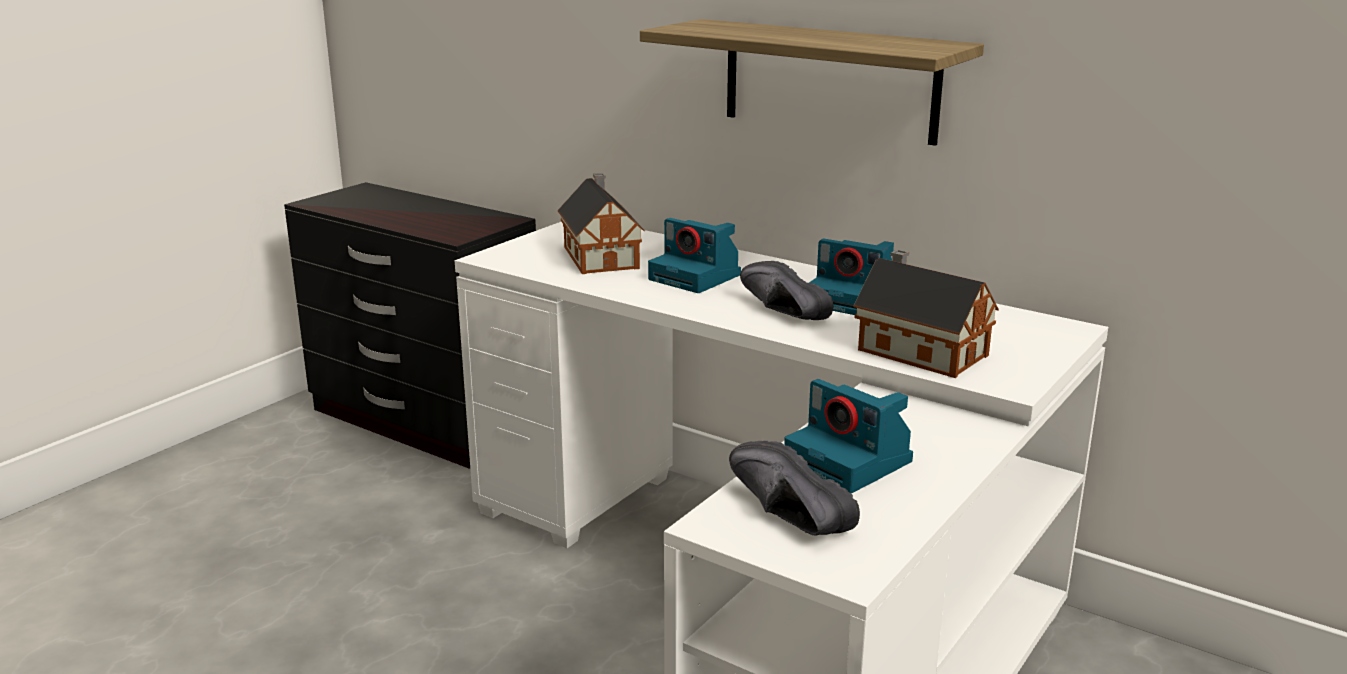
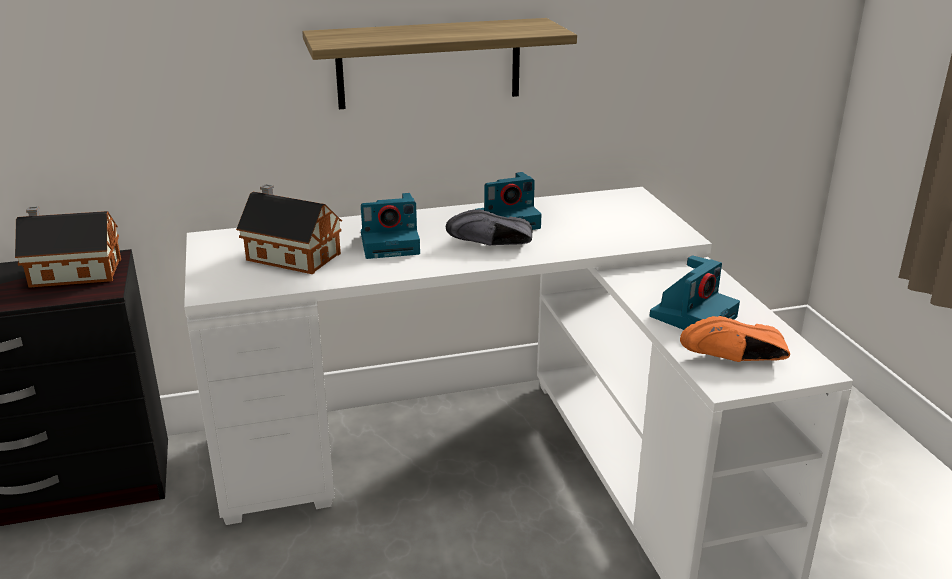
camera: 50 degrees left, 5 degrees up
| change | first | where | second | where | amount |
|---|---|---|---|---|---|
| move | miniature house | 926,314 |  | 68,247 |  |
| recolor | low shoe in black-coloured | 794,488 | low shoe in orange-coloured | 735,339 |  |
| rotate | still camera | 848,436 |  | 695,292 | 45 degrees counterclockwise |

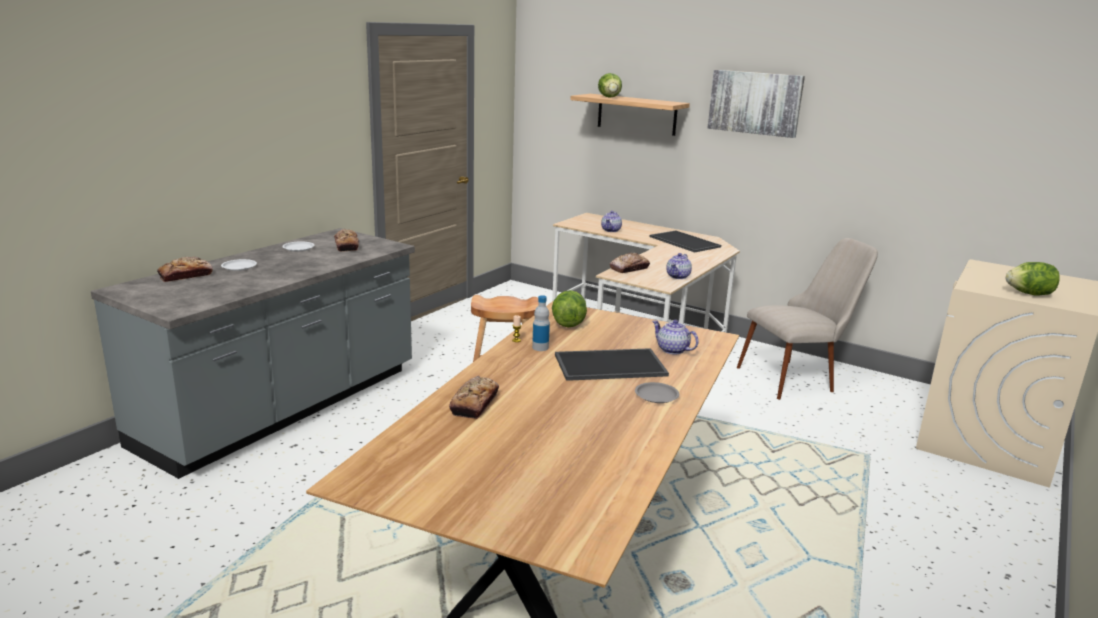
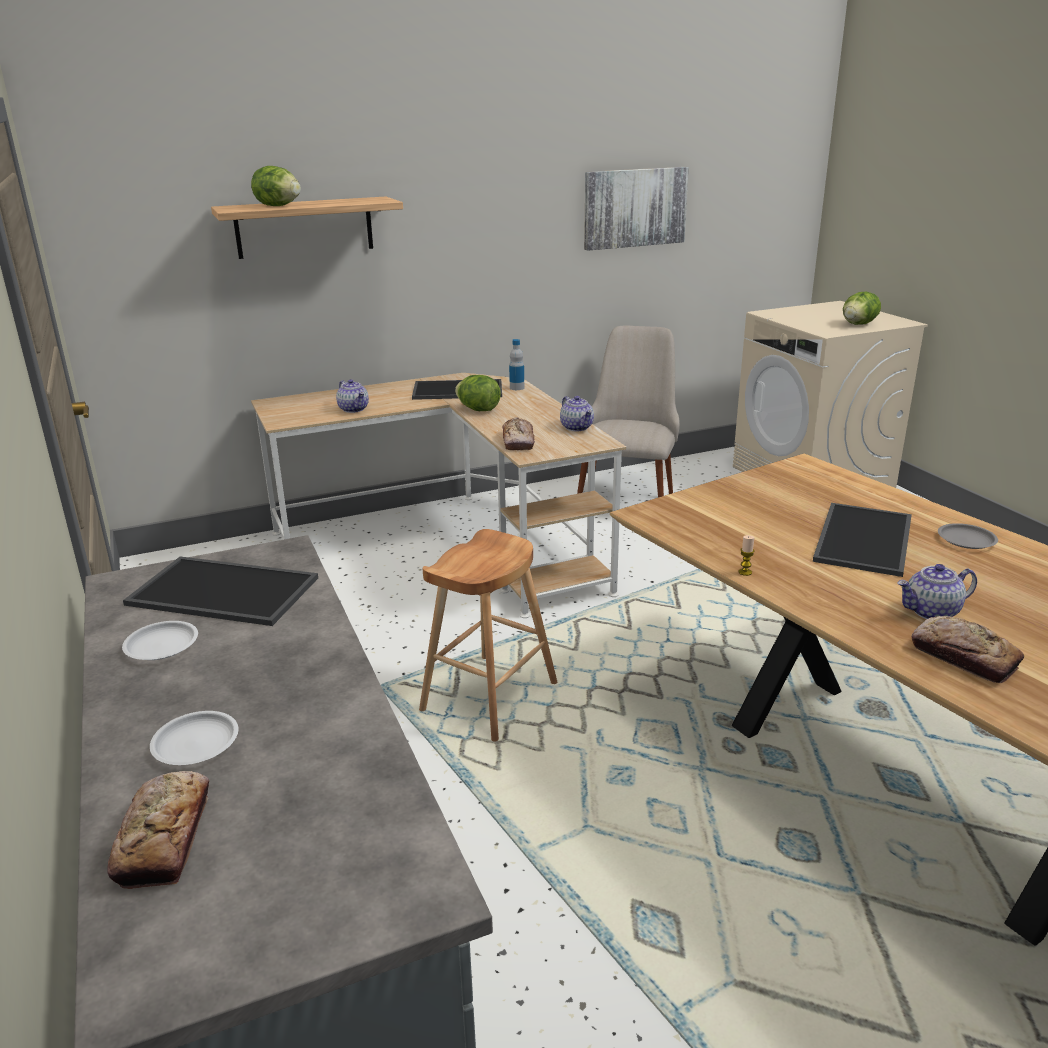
camera: 55 degrees left, 5 degrees up
| change | first | where | second | where | amount |
|---|---|---|---|---|---|
| move | beverage bottle | 541,323 |  | 516,364 |  |
| move | lettuce | 569,308 |  | 478,393 |  |
| move | teapot | 675,337 |  | 937,591 |  |
| move | picture | 756,104 |  | 636,209 |  |
| replace | baked bread | 346,240 | carrying tray | 220,591 |  |

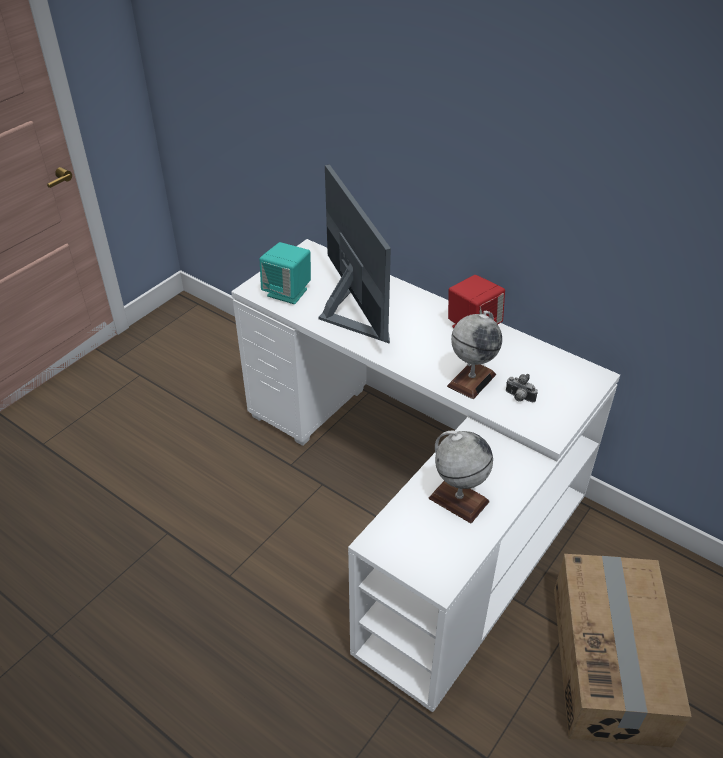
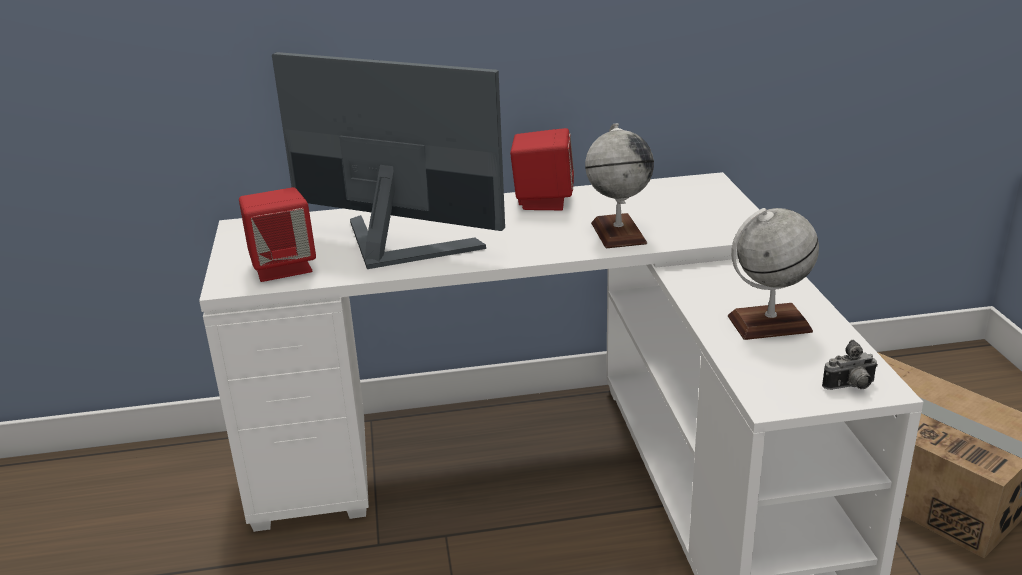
camera: 45 degrees left, 15 degrees down
| change | first | where | second | where | amount |
|---|---|---|---|---|---|
| move | still camera | 522,388 |  | 850,365 |  |
| recolor | speaker in turquoise | 285,273 | speaker in reddish | 277,234 |  |

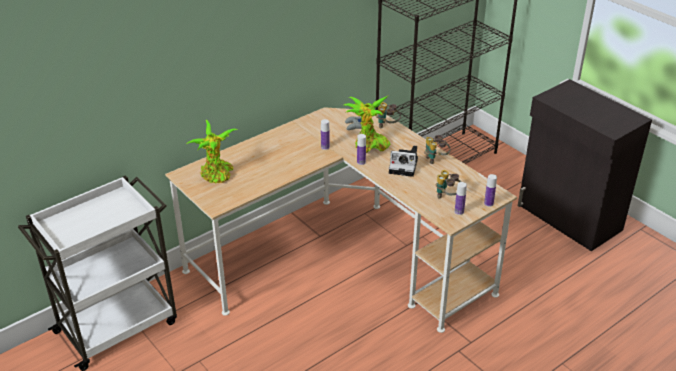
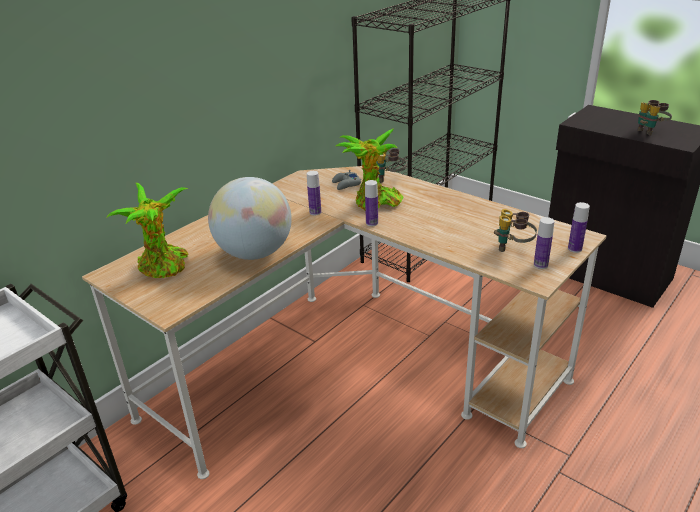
camera: 10 degrees left, 5 degrees down
| change | first | where | second | where | amount |
|---|---|---|---|---|---|
| delete | still camera | 403,161 |  |  |  |
| insert |  |  | globe | 250,218 |  |
| move | field glasses | 437,149 |  | 655,117 |  |

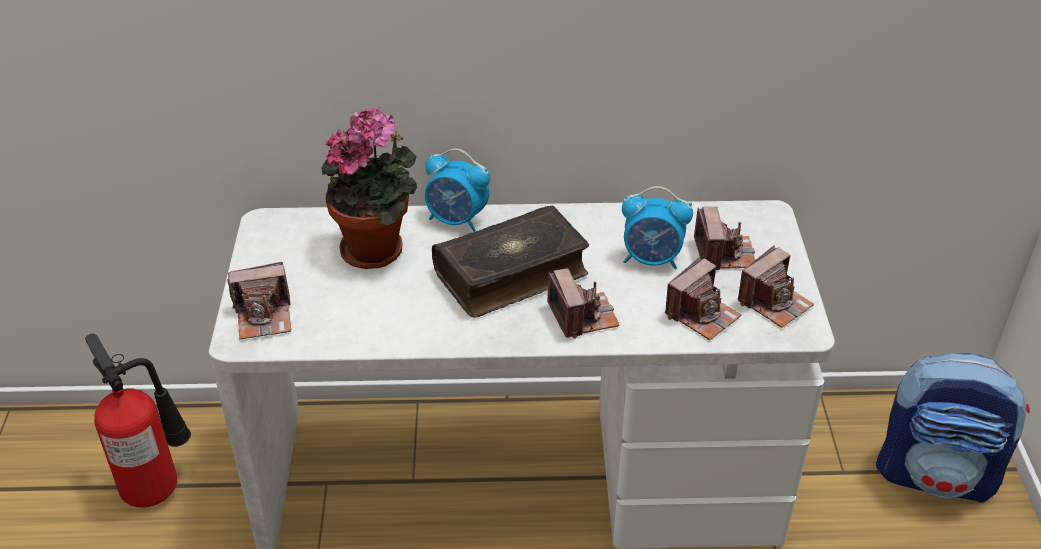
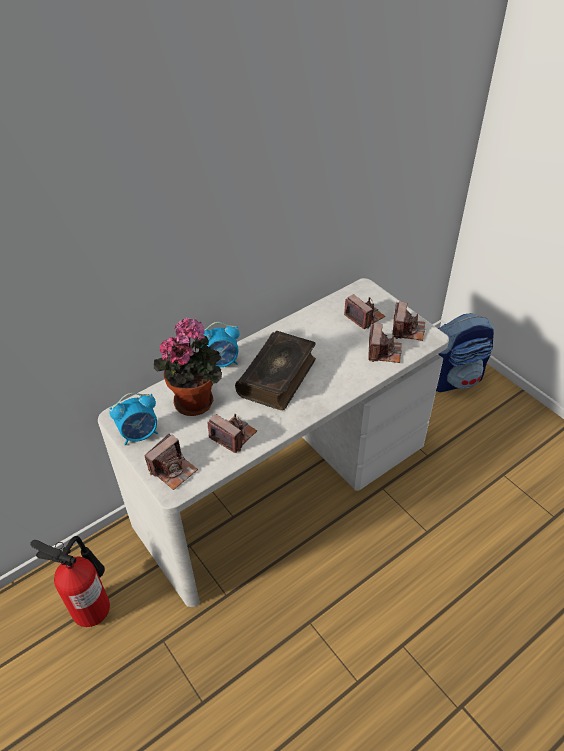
camera: 35 degrees left, 5 degrees up
| change | first | where | second | where | amount |
|---|---|---|---|---|---|
| move | still camera | 583,303 |  | 232,433 |  |
| move | bedside clock | 657,227 |  | 134,419 |  |

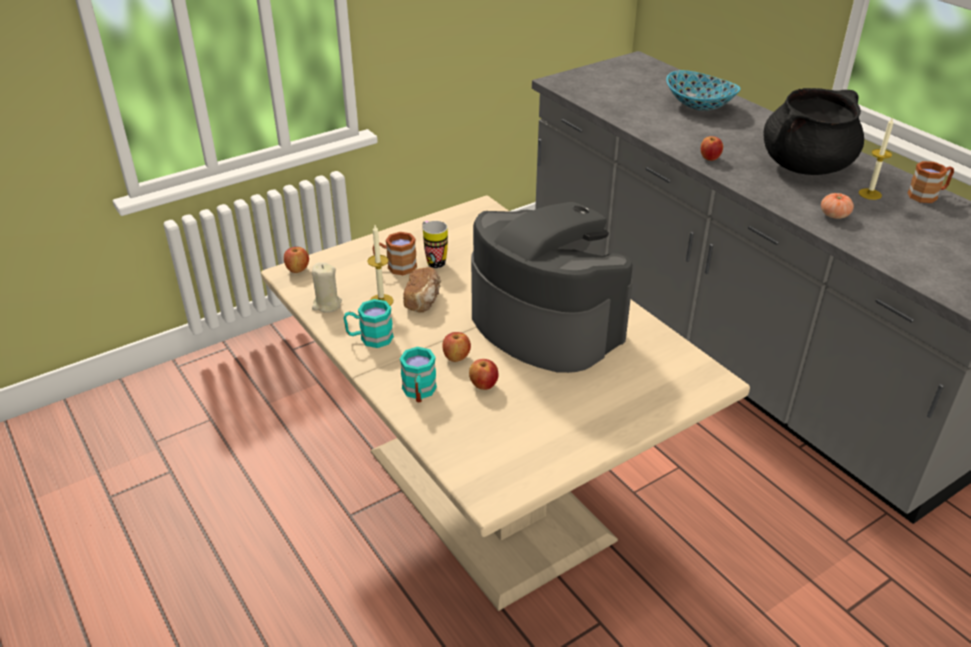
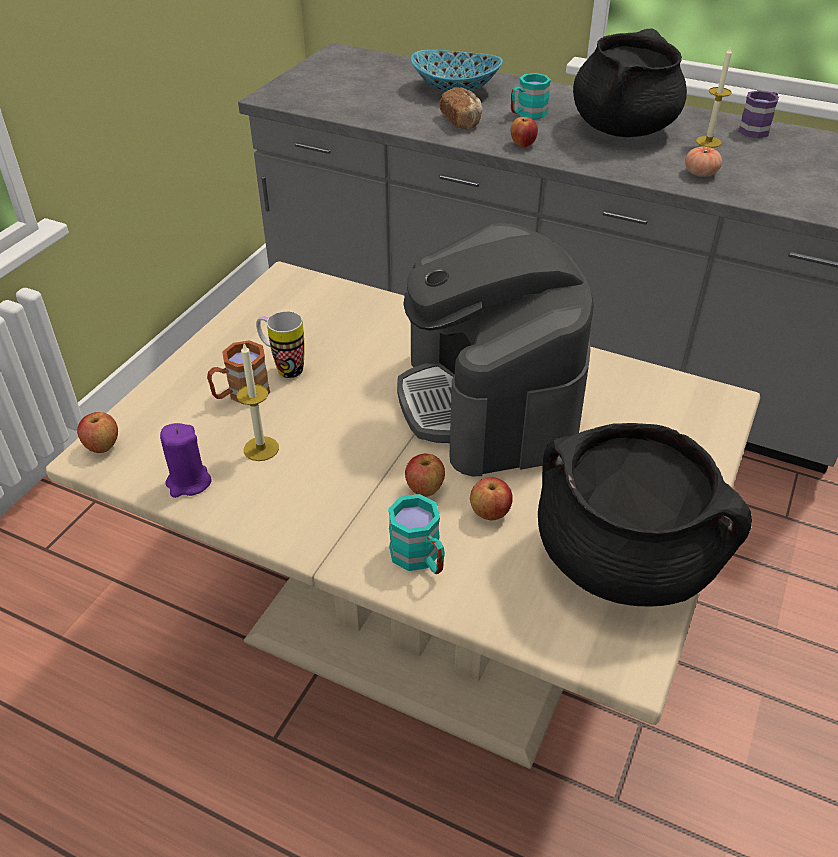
camera: 30 degrees left, 5 degrees up
| change | first | where | second | where | amount |
|---|---|---|---|---|---|
| insert |  |  | cooking pot in black-coloured | 645,515 |  |
| move | coffee mug in turquoise | 368,323 |  | 531,96 |  |
| move | baked bread | 422,290 |  | 461,108 |  |
| recolor | candle in sand-coloured | 327,287 | candle in purple-coloured | 186,460 |  |
| recolor | coffee mug in brownish | 930,182 | coffee mug in purple-coloured | 758,114 |  |
| rotate | coffee brewer | 552,287 |  | 495,349 | 120 degrees counterclockwise |

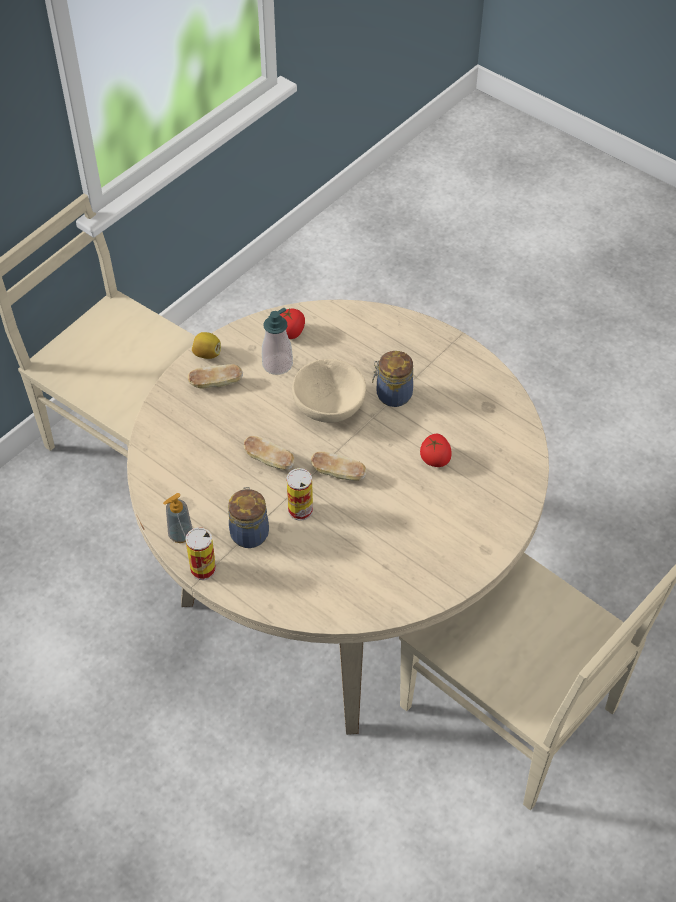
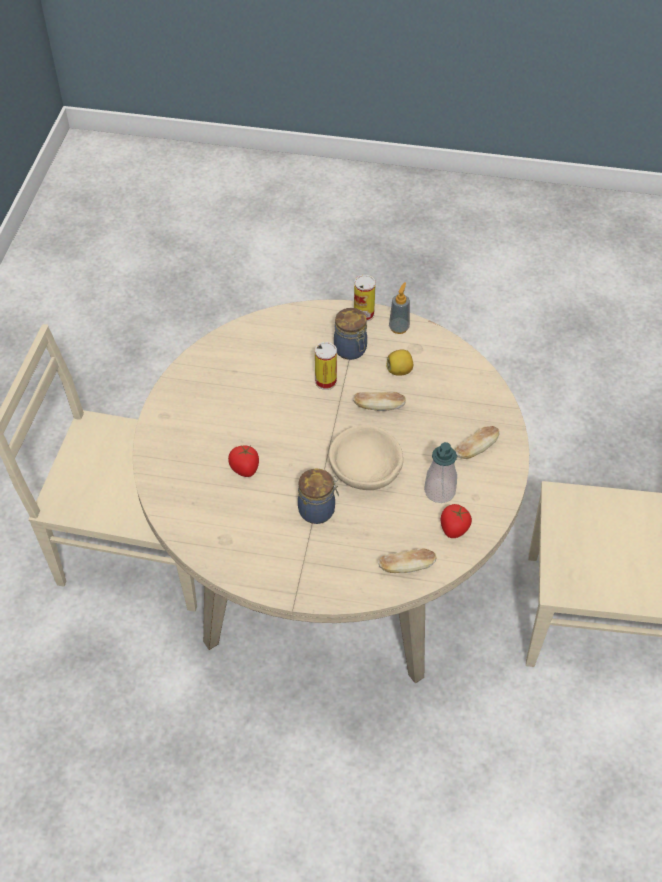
camera: 150 degrees right, 0 degrees up
| change | first | where | second | where | amount |
|---|---|---|---|---|---|
| move | lemon | 206,345 |  | 399,362 |  |
| move | baked bread | 338,466 |  | 407,561 |  |

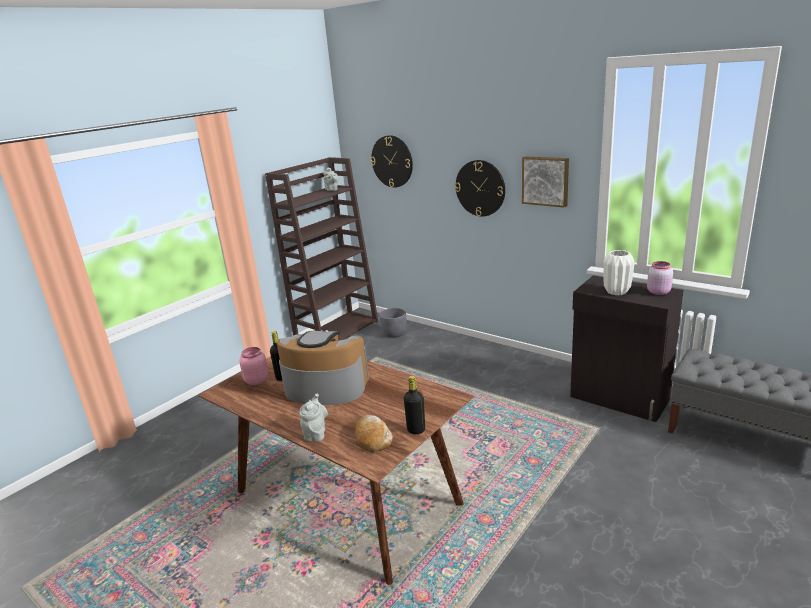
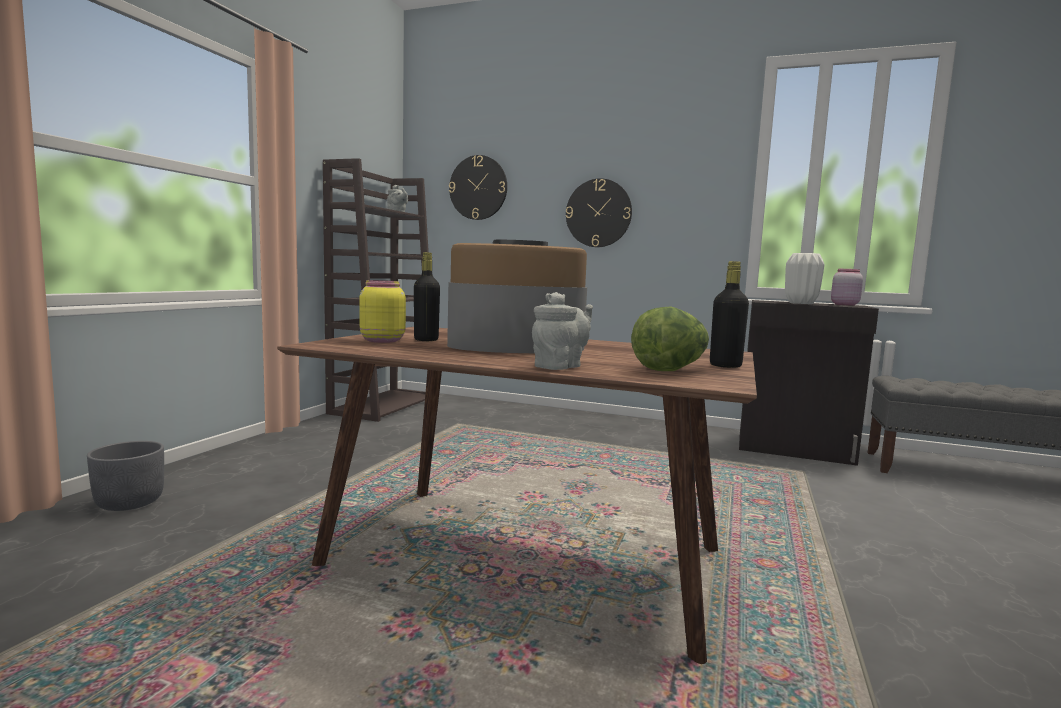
camera: 20 degrees left, 15 degrees down
| change | first | where | second | where | amount |
|---|---|---|---|---|---|
| delete | picture | 545,182 |  |  |  |
| move | flower pot in grey | 393,323 |  | 125,476 |  |
| replace | baked bread | 374,433 | lettuce | 670,338 |  |
| recolor | jar in pink-coloured | 254,366 | jar in yellow | 382,311 |  |
| rotate | teapot in grey | 313,417 |  | 562,331 | 60 degrees clockwise |

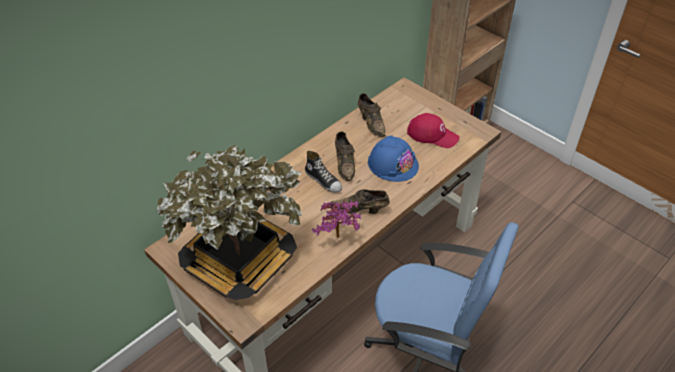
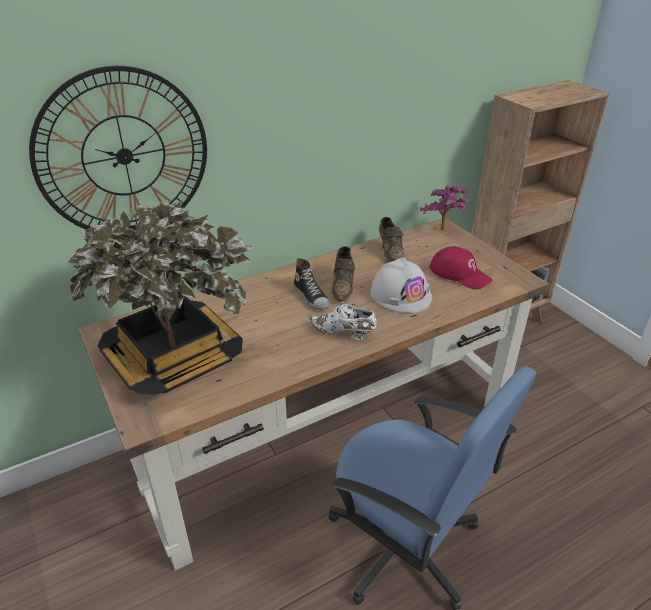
camera: 15 degrees right, 10 degrees down
| change | first | where | second | where | amount |
|---|---|---|---|---|---|
| insert |  |  | clock on the wall | 118,147 |  |
| move | plant in a pot | 336,219 |  | 444,207 |  |
| recolor | low shoe in brownish | 360,201 | low shoe in white-coloured | 342,322 |  |
| recolor | hard hat in blue-coloured | 393,158 | hard hat in white-coloured | 401,285 |  |

